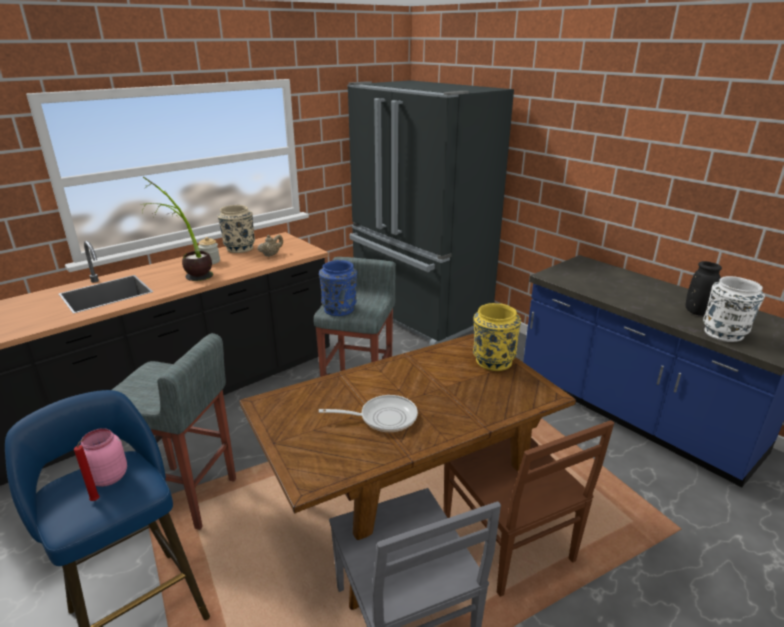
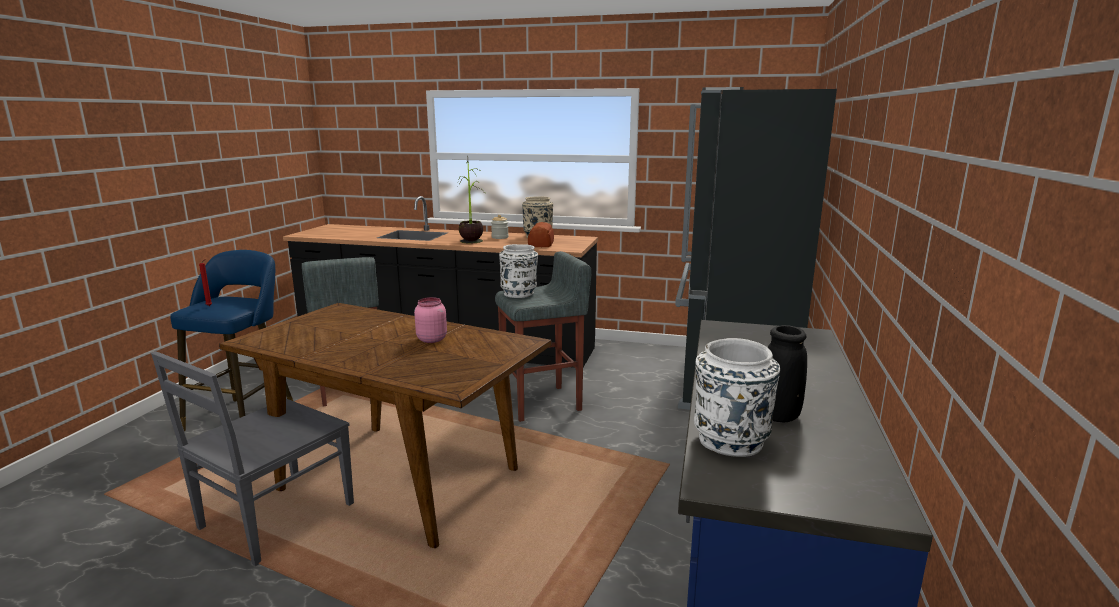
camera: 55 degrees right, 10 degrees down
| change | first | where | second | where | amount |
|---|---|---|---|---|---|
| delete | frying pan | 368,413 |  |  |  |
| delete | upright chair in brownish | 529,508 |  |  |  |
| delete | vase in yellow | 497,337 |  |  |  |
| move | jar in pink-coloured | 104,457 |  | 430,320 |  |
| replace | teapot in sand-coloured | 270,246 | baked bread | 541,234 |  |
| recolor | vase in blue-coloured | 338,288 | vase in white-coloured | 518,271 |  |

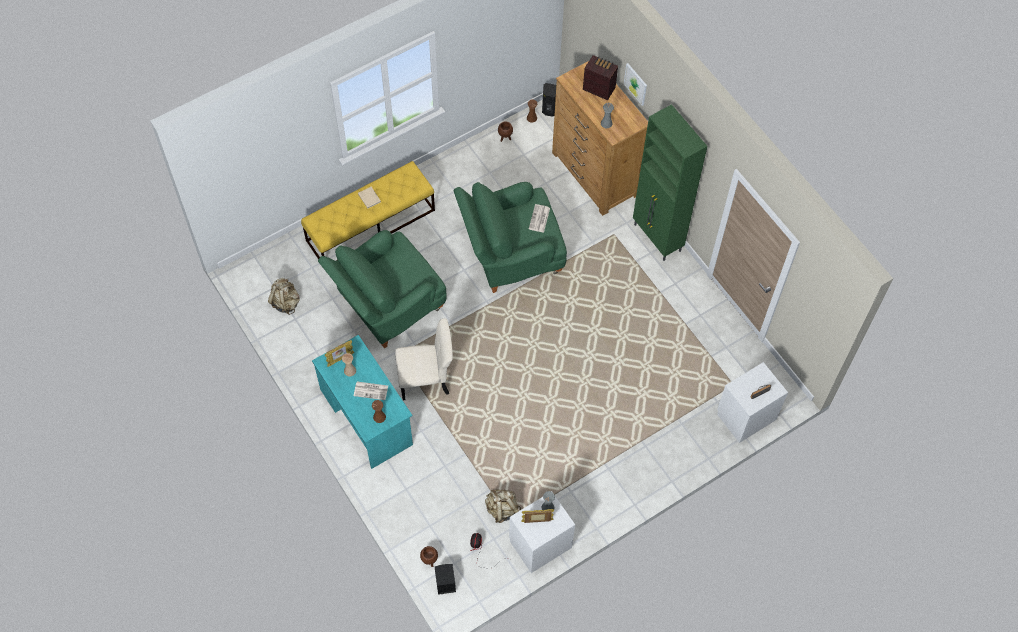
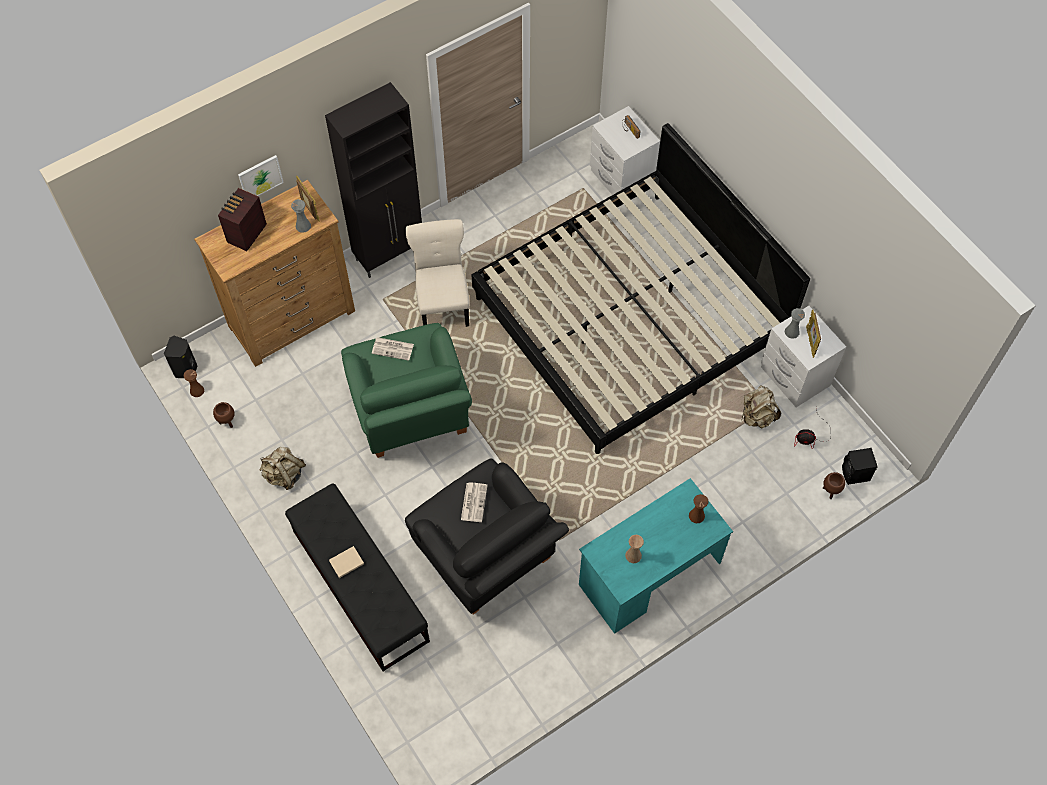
camera: 90 degrees left, 0 degrees up
| change | first | where | second | where | amount |
|---|---|---|---|---|---|
| insert |  |  | bed | 640,288 |  |
| move | rucksack in sand-coloured | 284,296 |  | 282,468 |  |
| move | photo frame | 339,353 |  | 308,199 |  |
| move | newspaper | 371,390 |  | 474,502 |  |
| move | upright chair in sand-coloured | 424,359 |  | 438,273 |  |
| recolor | long seat in yellow | 368,211 | long seat in black-coloured | 357,577 |  |
| recolor | armchair in greenish | 382,289 | armchair in black-coloured | 487,537 |  |
| recolor | cupboard in greenish | 670,182 | cupboard in black-coloured | 373,180 |  |

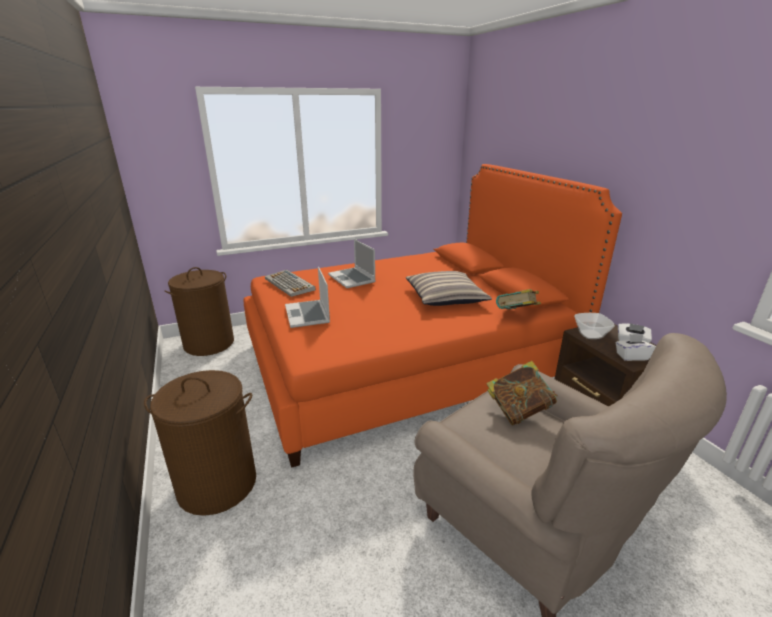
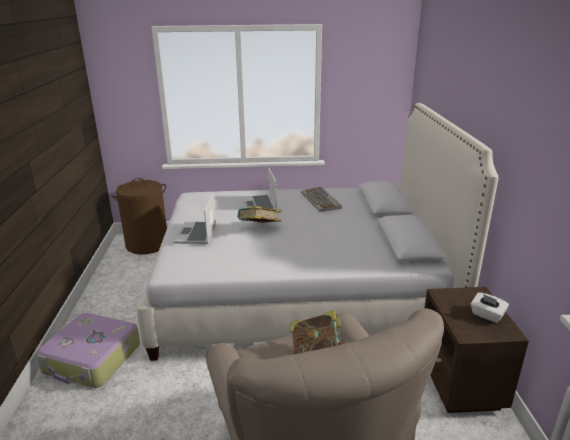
camera: 20 degrees right, 0 degrees up
| change | first | where | second | where | amount |
|---|---|---|---|---|---|
| delete | pillow | 449,288 |  |  |  |
| delete | deep dish | 594,326 |  |  |  |
| delete | tissue holder in white-coloured | 636,347 |  |  |  |
| move | computer keyboard | 290,283 |  | 321,199 |  |
| move | volume | 518,299 |  | 259,214 |  |
| replace | laundry basket in brownish | 200,443 | piece of luggage | 88,350 |  |
| recolor | bed in orange-coloured | 433,316 | bed in white-coloured | 318,232 |  |

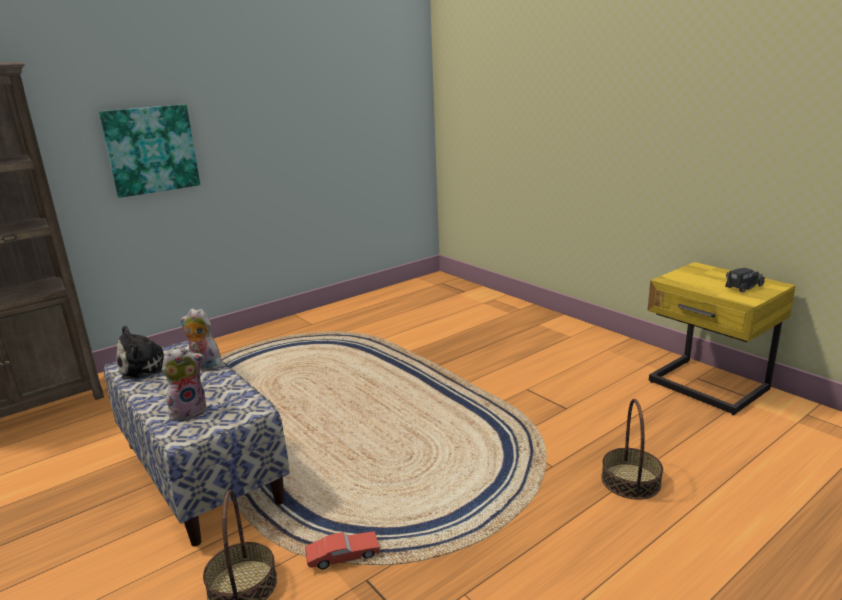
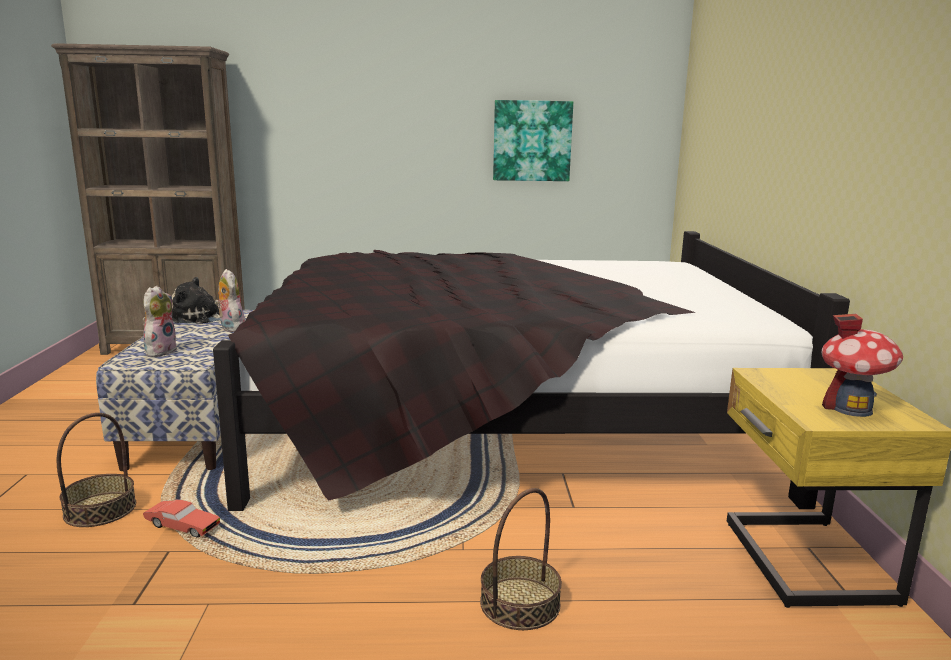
camera: 35 degrees right, 5 degrees down
| change | first | where | second | where | amount |
|---|---|---|---|---|---|
| insert |  |  | bed in black-coloured | 531,371 |  |
| move | picture | 149,151 |  | 533,140 |  |
| replace | toy truck | 745,280 | miniature house | 862,365 |  |
| rotate | soft toy | 184,384 |  | 160,321 | 75 degrees counterclockwise |

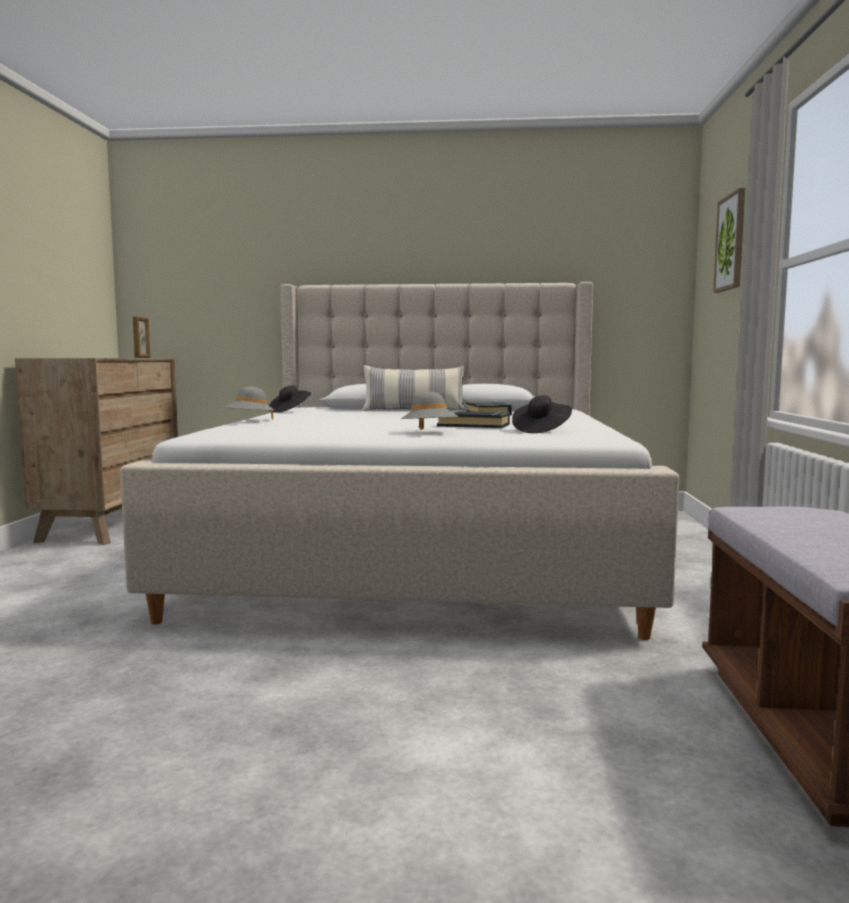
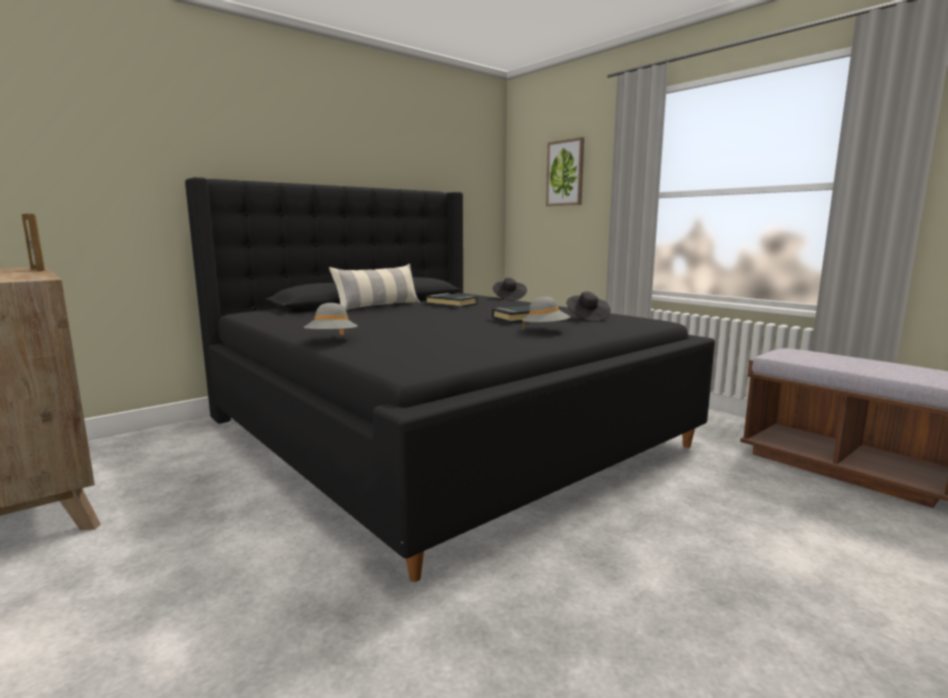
camera: 45 degrees left, 5 degrees up
| change | first | where | second | where | amount |
|---|---|---|---|---|---|
| move | hat in black-coloured | 290,399 |  | 510,289 |  |
| recolor | bed in sand-coloured | 399,461 | bed in black-coloured | 450,379 |  |

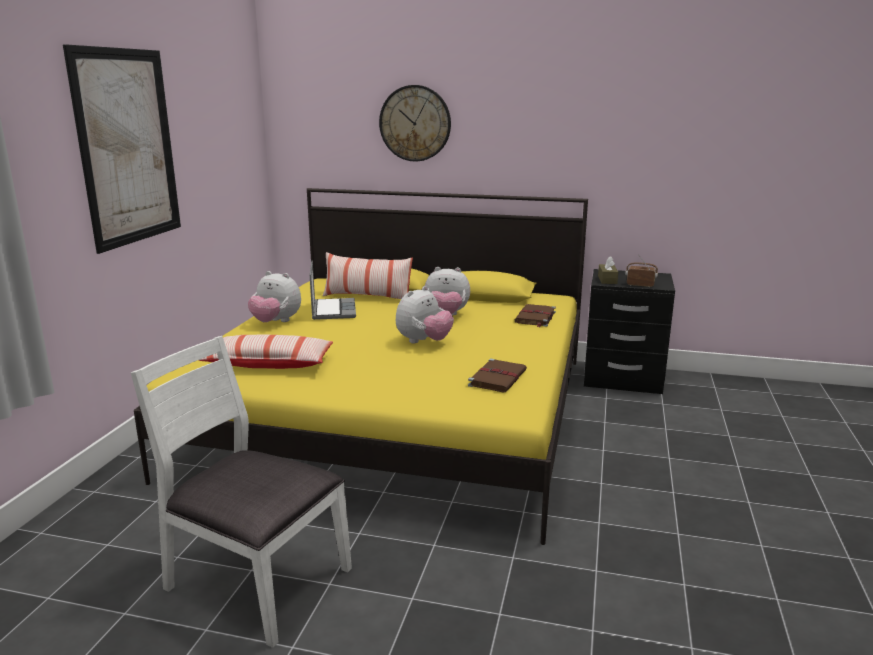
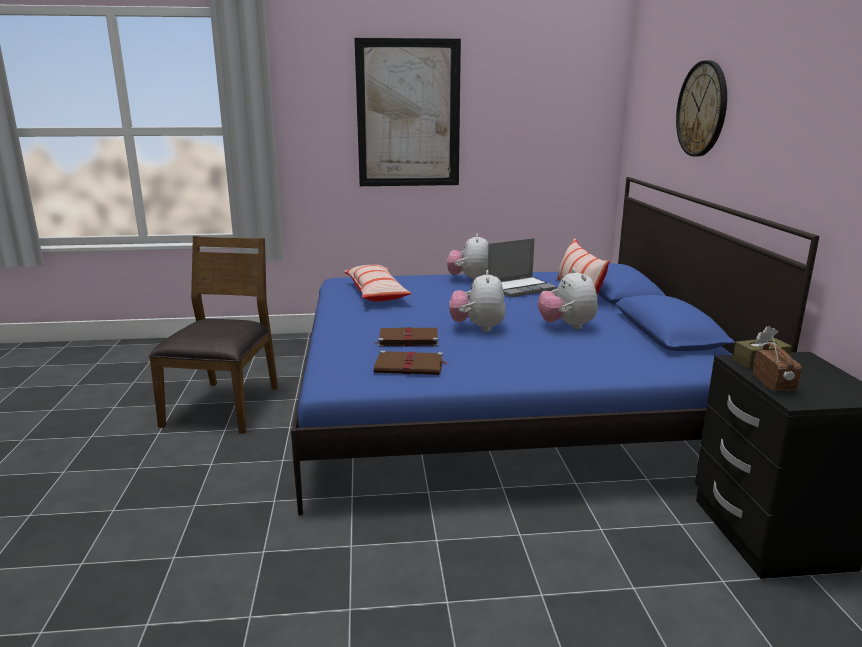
camera: 70 degrees right, 0 degrees up
| change | first | where | second | where | amount |
|---|---|---|---|---|---|
| move | volume in brownish | 535,315 |  | 406,337 |  |
| recolor | upright chair in white-coloured | 241,492 | upright chair in brownish | 213,335 |  |
| recolor | bed in yellow | 361,366 | bed in blue-coloured | 555,346 |  |
| rotate | soft toy | 425,314 |  | 477,301 | 75 degrees clockwise |

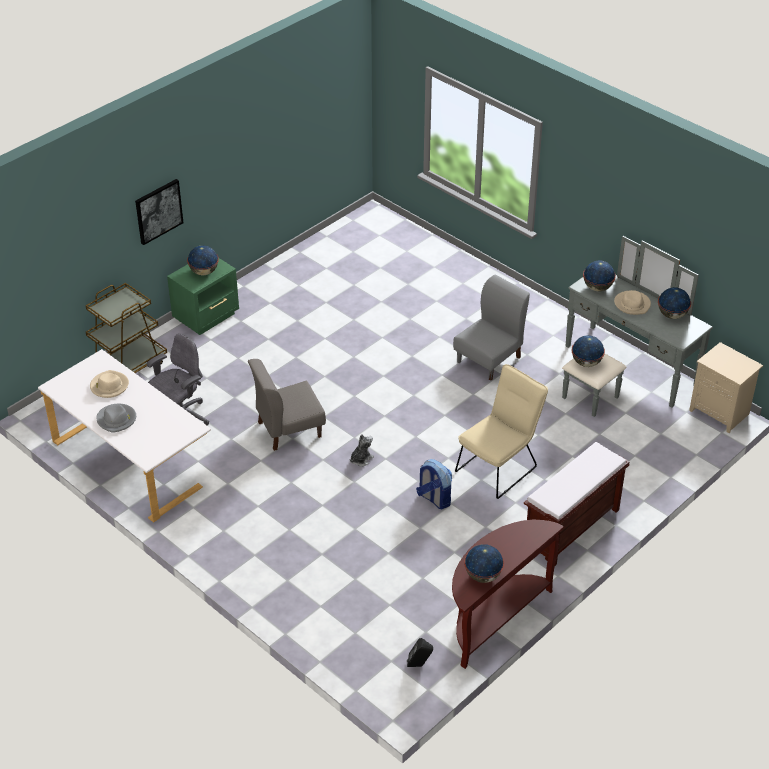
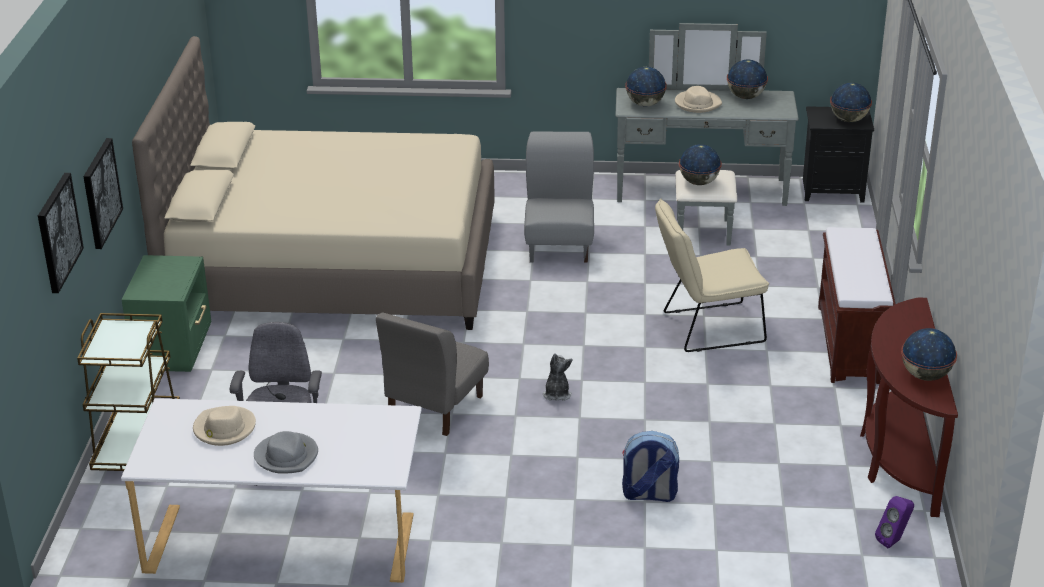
camera: 40 degrees left, 10 degrees down
| change | first | where | second | where | amount |
|---|---|---|---|---|---|
| insert |  |  | picture | 61,233 |  |
| insert |  |  | bed in sand-coloured | 313,183 |  |
| move | globe | 203,260 |  | 851,102 |  |
| move | rucksack | 434,484 |  | 650,466 |  |
| recolor | speaker in black-coloured | 420,652 | speaker in purple-coloured | 894,522 |  |
| recolor | nightstand in sand-coloured | 726,387 | nightstand in black-coloured | 838,154 |  |
| rotate | upright chair in sand-coloured | 501,431 |  | 712,275 | 105 degrees counterclockwise |

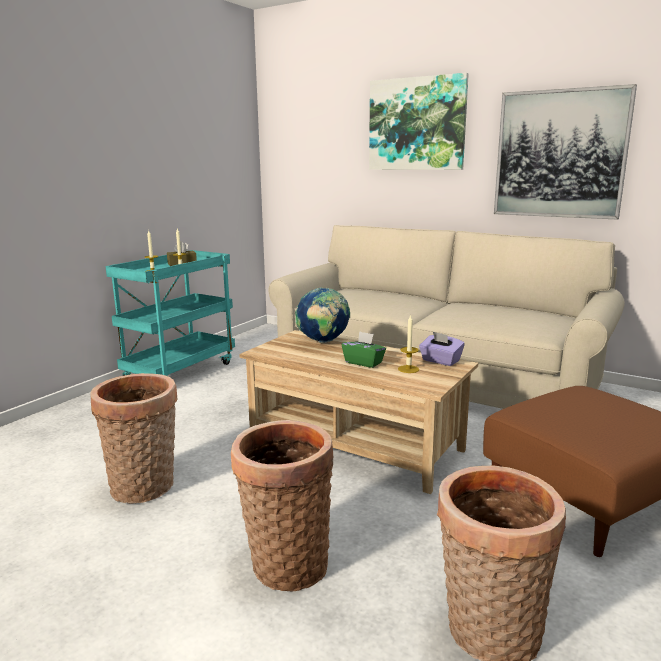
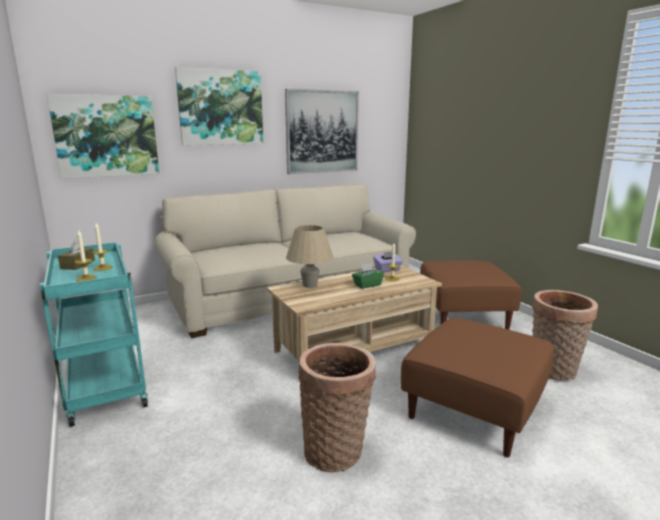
camera: 60 degrees left, 0 degrees up
| change | first | where | second | where | amount |
|---|---|---|---|---|---|
| insert |  |  | picture | 103,136 |  |
| replace | basket | 282,505 | footrest in brownish | 477,387 |  |
| replace | globe | 322,315 | table lamp in sand-coloured | 309,256 |  |

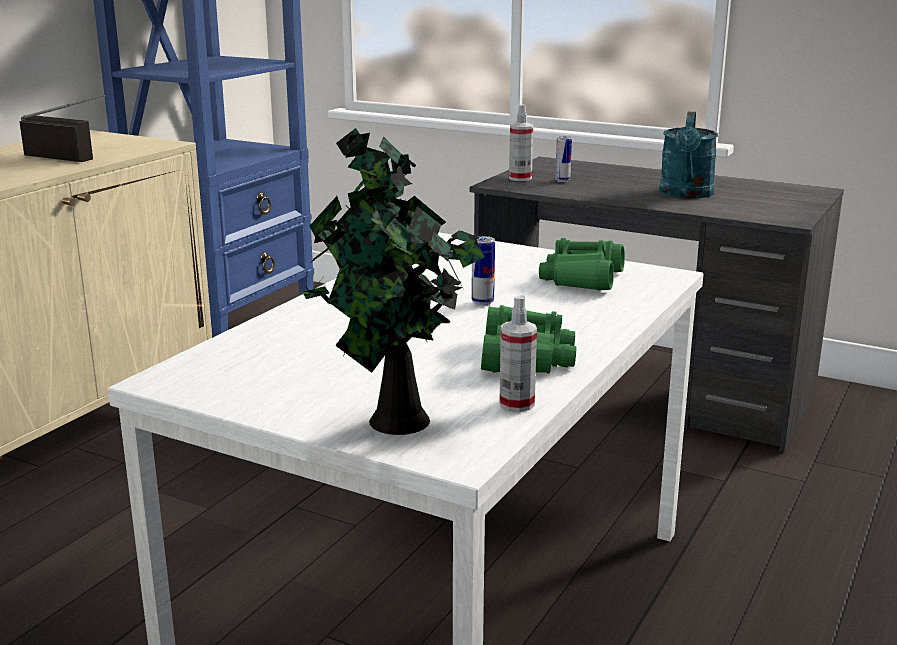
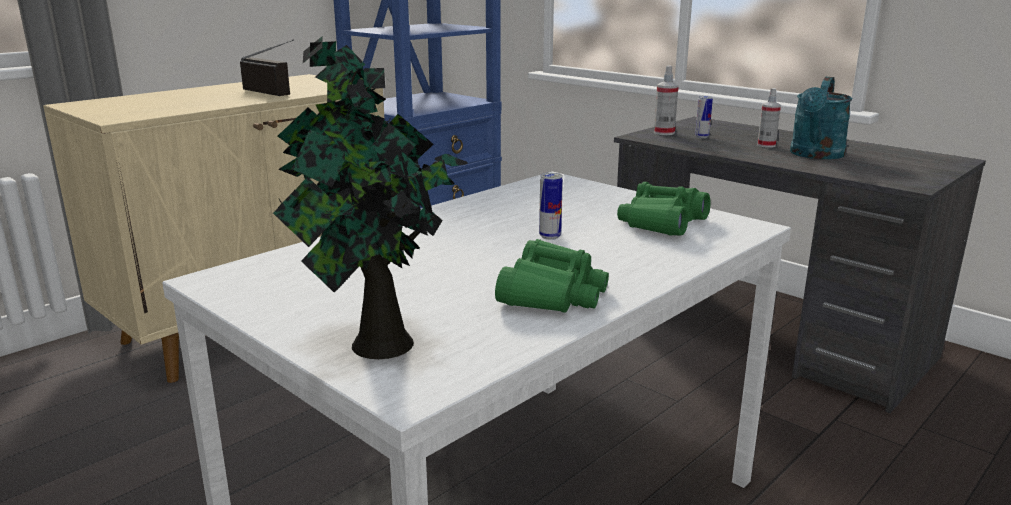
camera: 15 degrees right, 0 degrees up
| change | first | where | second | where | amount |
|---|---|---|---|---|---|
| move | sprayer | 518,353 |  | 769,118 |  |

